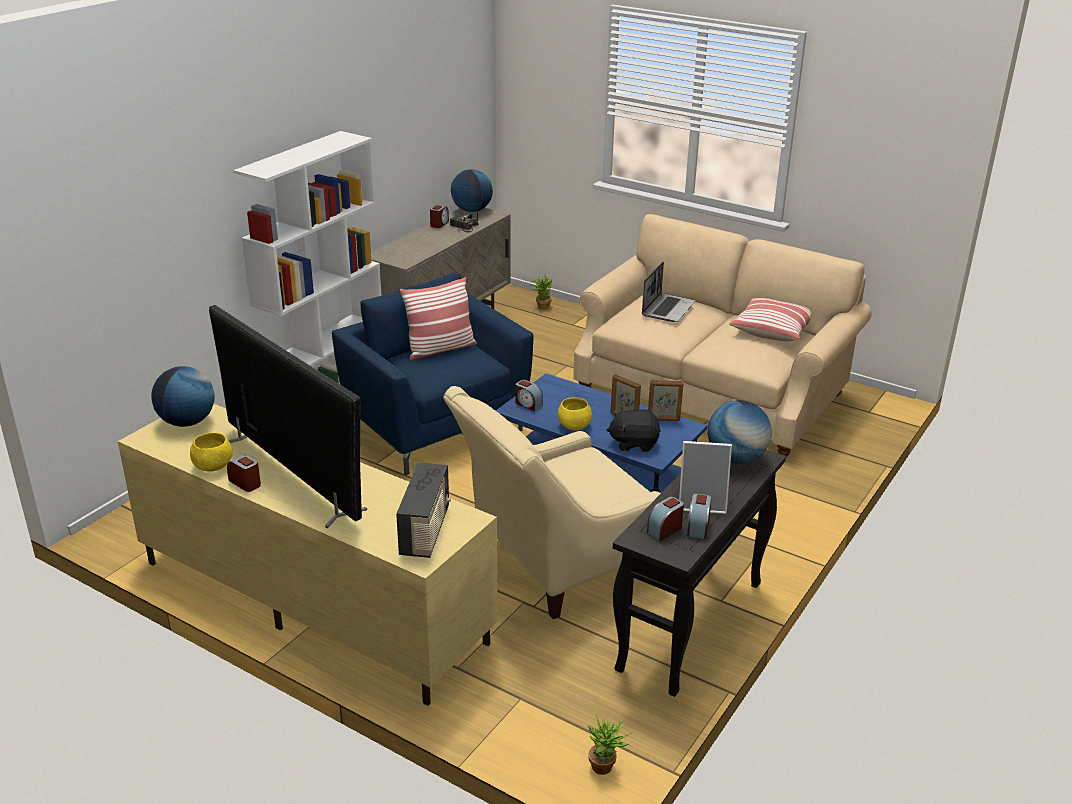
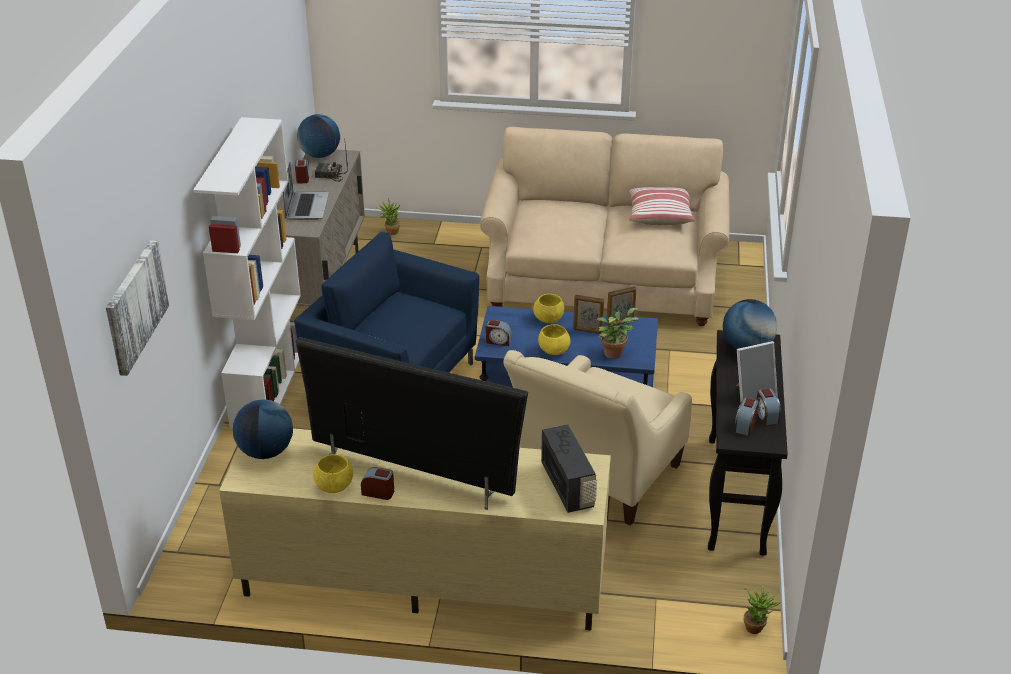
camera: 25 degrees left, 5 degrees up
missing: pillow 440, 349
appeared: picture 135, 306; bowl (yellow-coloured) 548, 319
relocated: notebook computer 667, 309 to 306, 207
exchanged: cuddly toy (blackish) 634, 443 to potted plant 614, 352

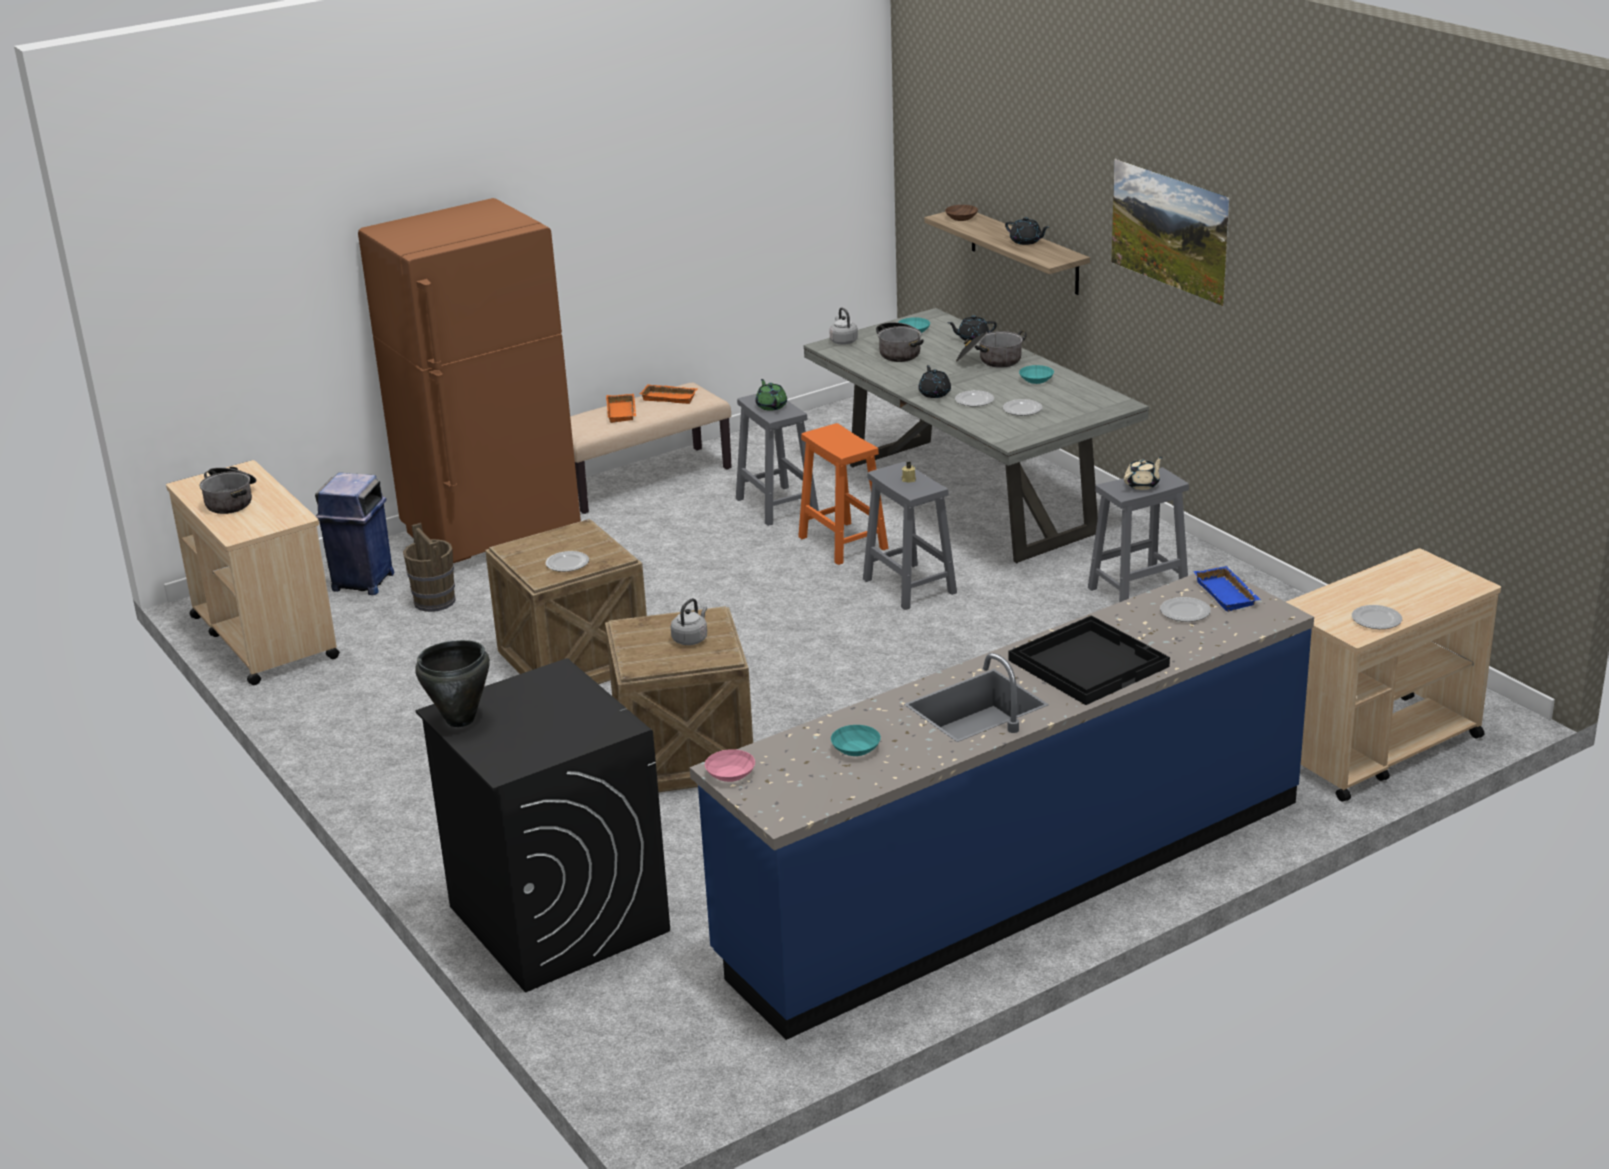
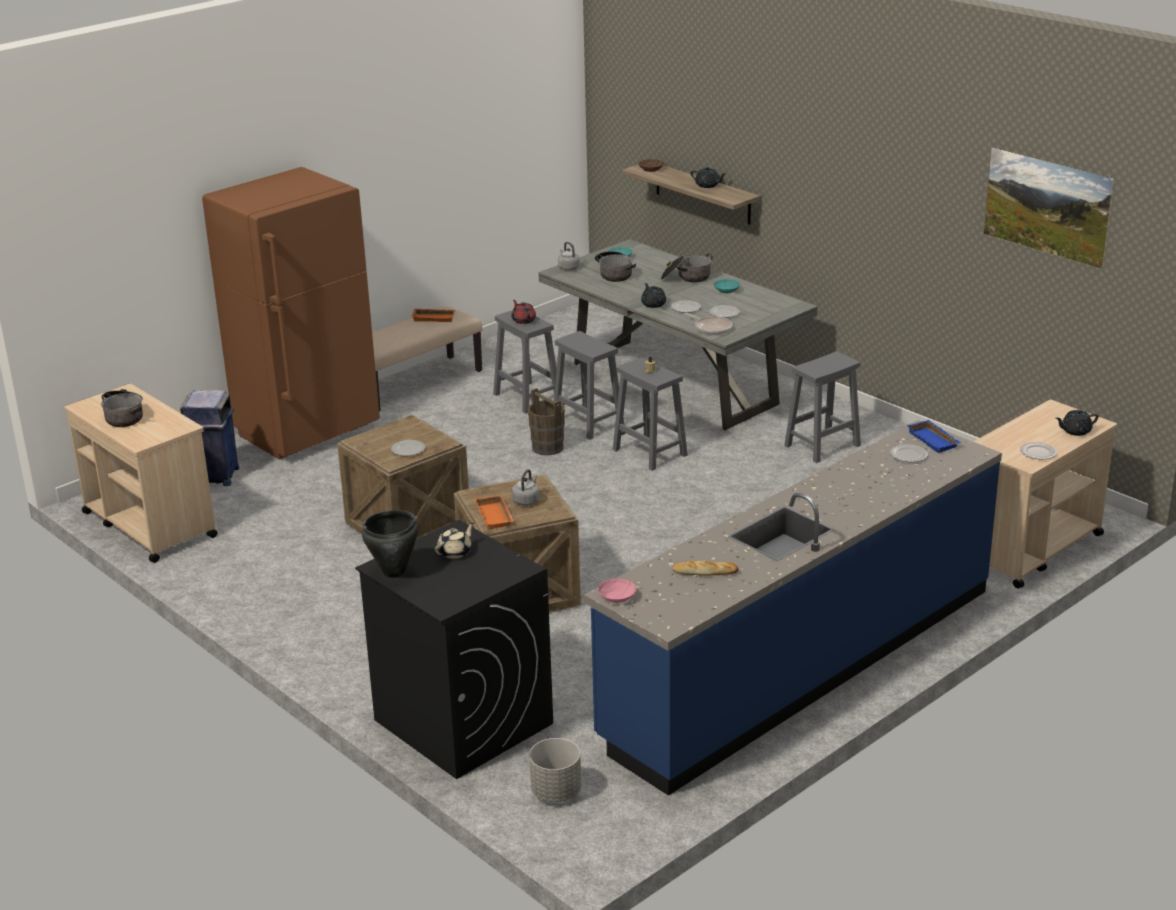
camera: 10 degrees left, 0 degrees up
missing: carrying tray (blackish) 1088, 662
appeared: flower pot (grey) 556, 791; frying pan 711, 328
relocated: water bucket (brown) 434, 601 to 547, 447; carrying tray (orange) 623, 412 to 496, 516; pot for tea (blackish) 972, 338 to 1075, 431; picture 1166, 257 to 1043, 229; pot for tea (beige-coloured) 1142, 485 to 455, 552
exchanged: bowl (turquoise-coloured) 857, 749 to bread 705, 572
colour: pot for tea (green) 771, 406 to pot for tea (red-coloured) 523, 320; sitting stool (orange) 842, 542 to sitting stool (grey) 587, 422

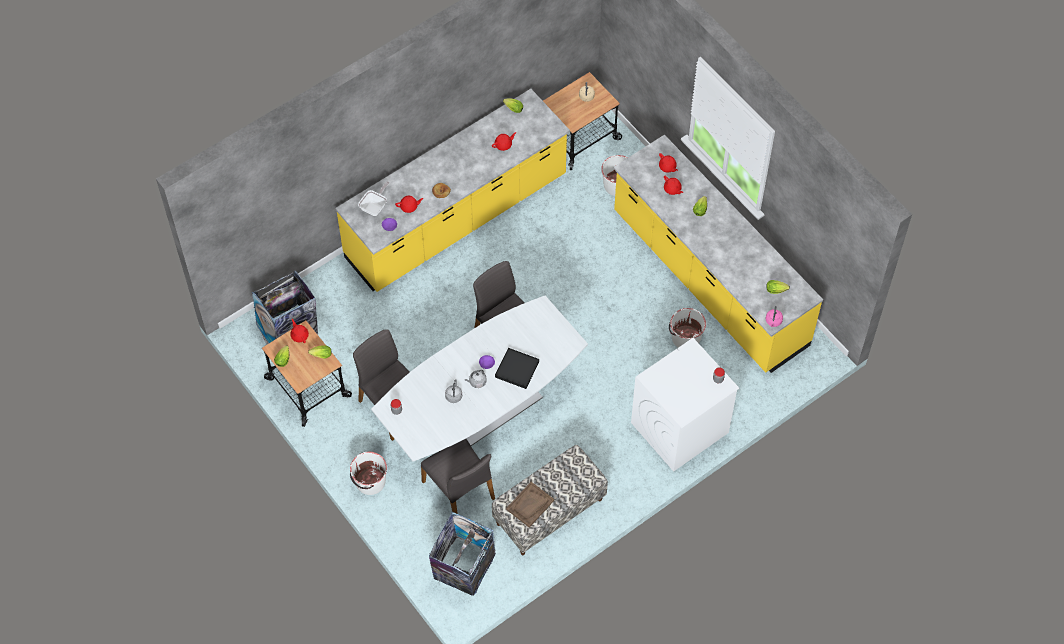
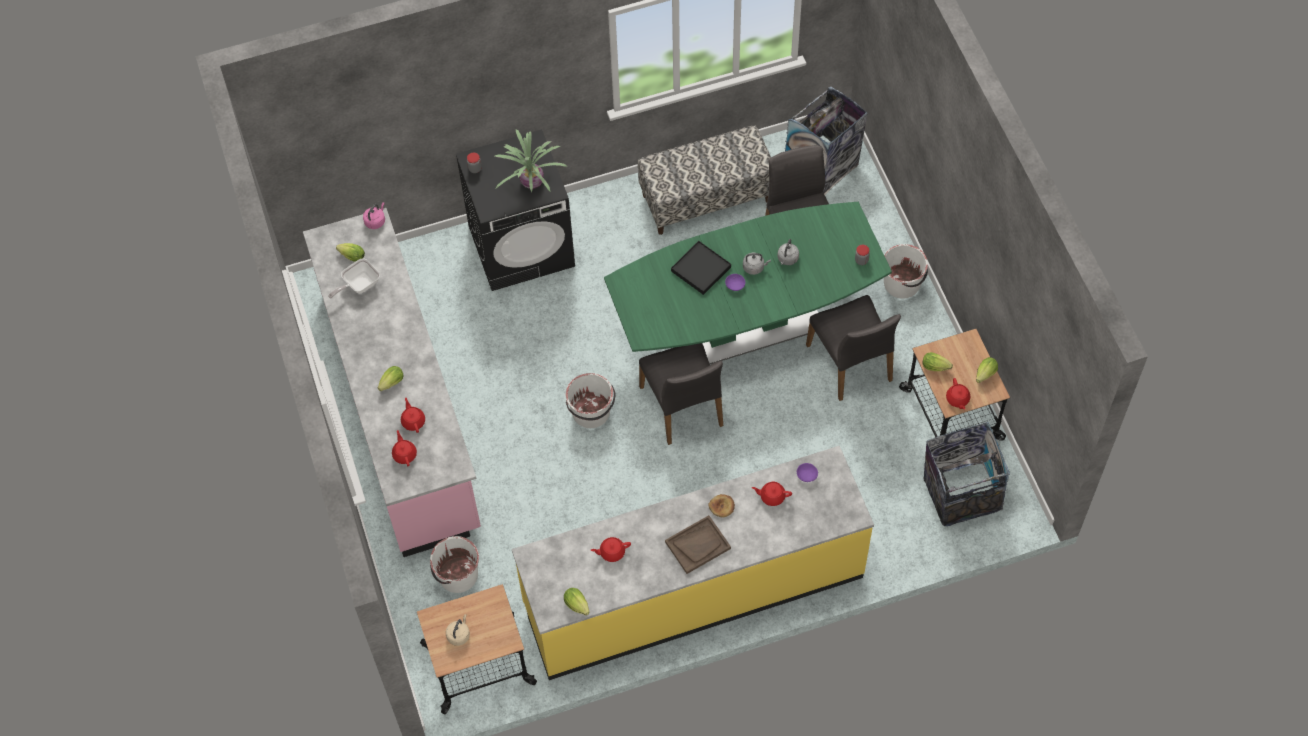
camera: 160 degrees left, 0 degrees up
appeared: potted plant 530, 182
relocated: frying pan 375, 206 to 358, 285; carrying tray (brown) 530, 505 to 698, 545; water bucket (white) 685, 337 to 591, 413
colour: dinner table (white) 482, 412 to dinner table (green) 745, 326; counter (yellow-coloured) 709, 280 to counter (pinkish) 402, 409; laundry machine (white) 679, 428 to laundry machine (blackish) 522, 246

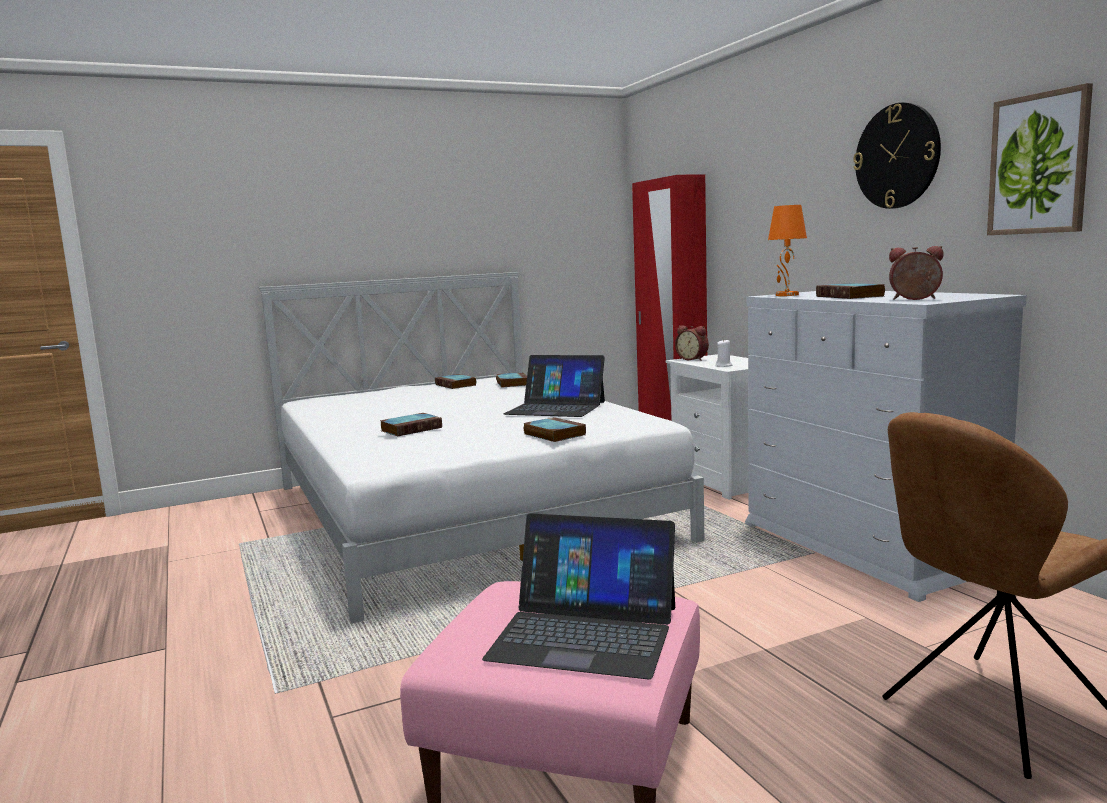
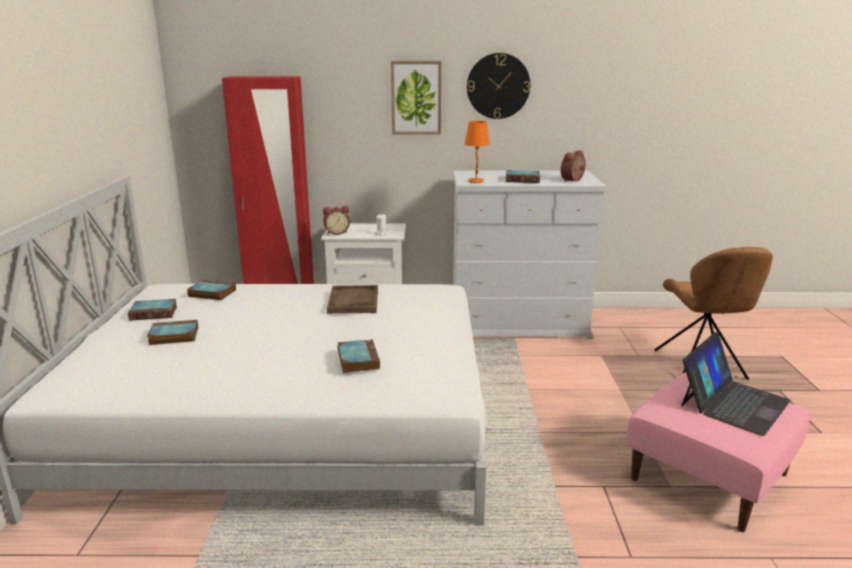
camera: 65 degrees left, 10 degrees up
relocated: book 553, 434 to 172, 336; picture 1039, 164 to 416, 98
exchanged: notebook computer 556, 408 to carrying tray (brown) 353, 301

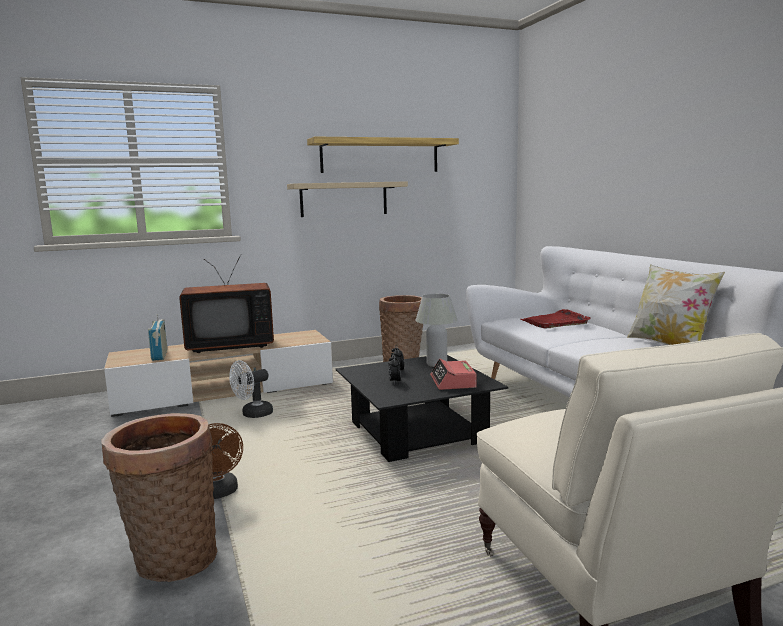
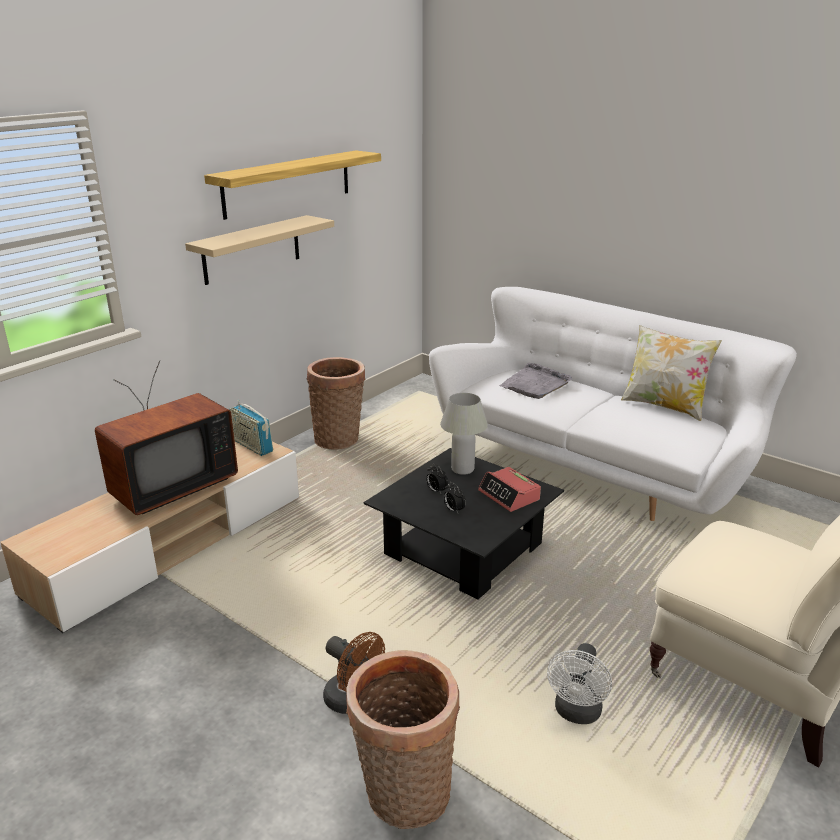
camera: 30 degrees left, 15 degrees up
relocated: radio receiver 159, 355 to 252, 446; fan (white) 253, 414 to 576, 713
colour: carrying tray (red-coloured) 555, 322 to carrying tray (grey) 535, 384

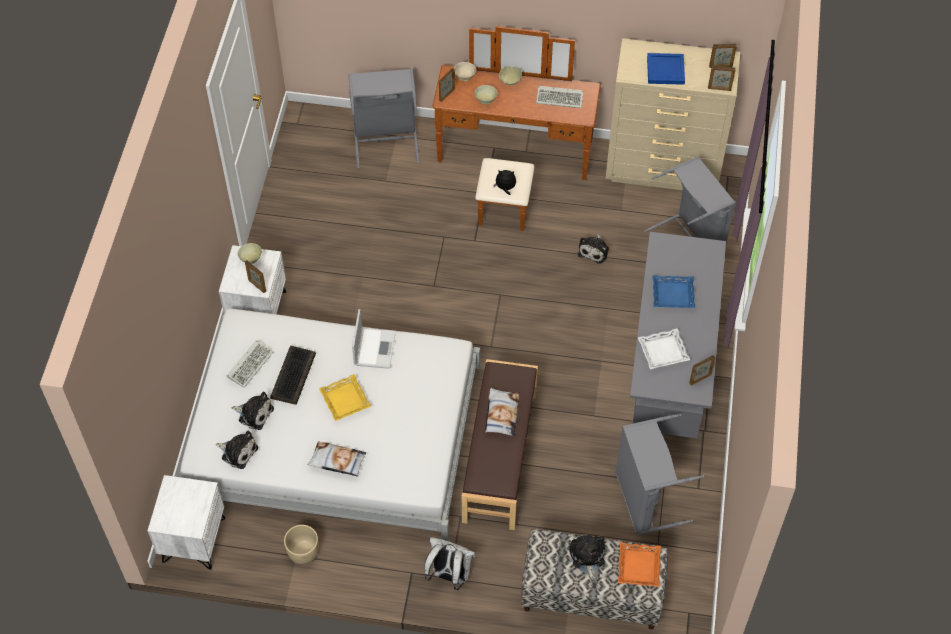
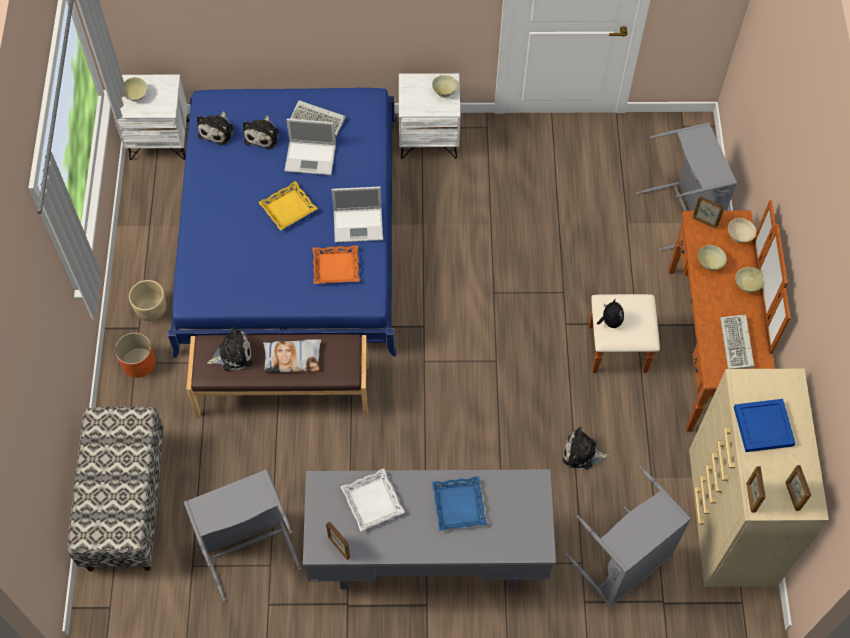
camera: 80 degrees right, 5 degrees up
missing: standing frame 257, 285; pillow 337, 461
appeared: bowl (beige-coloured) 136, 96
relocated: flower pot (beige-coloured) 303, 552 to 151, 309; cuddly toy 587, 557 to 233, 354; carrying tray (orange) 638, 566 to 336, 267
exchanged: computer keyboard 292, 375 to notebook computer 311, 158; knapsack (white) 449, 575 to flower pot (orange) 138, 362
colour: bed (white) 334, 434 to bed (blue) 290, 232

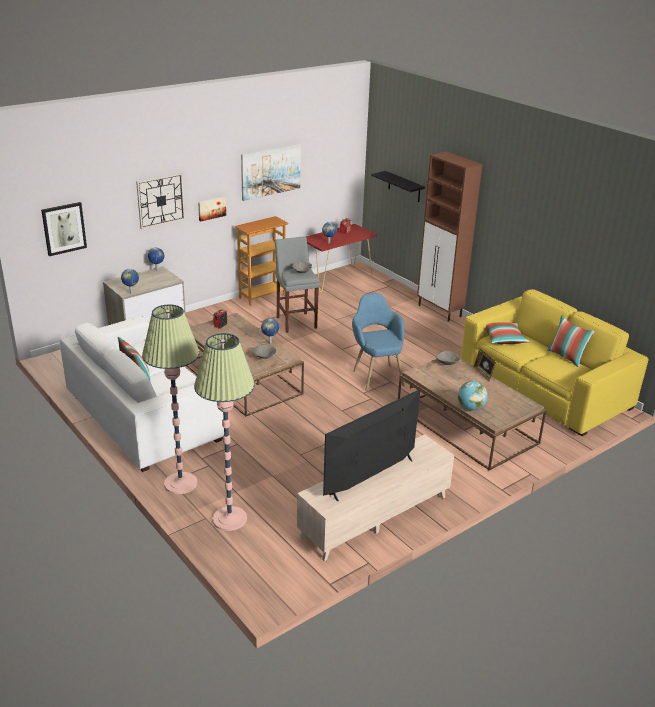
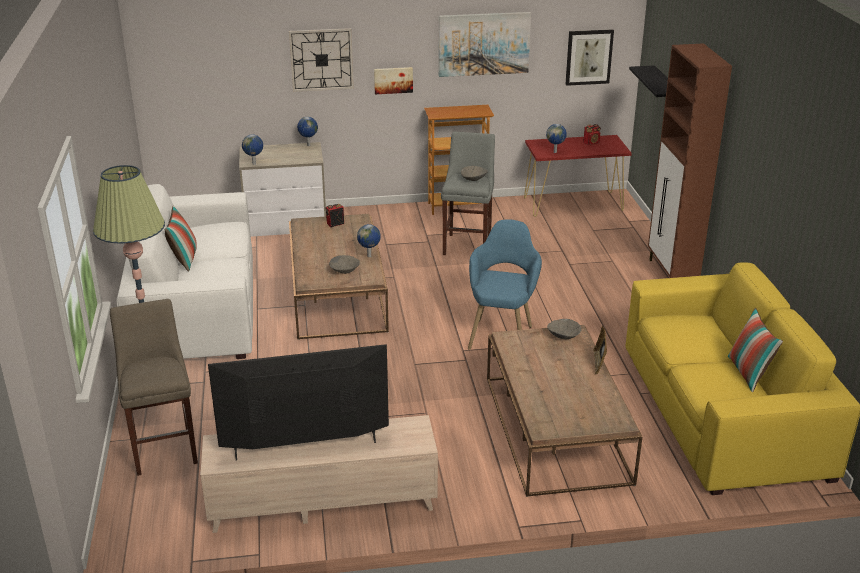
camera: 30 degrees right, 0 degrees up
missing: globe 470, 408; pillow 503, 339
relocated: picture 64, 228 to 589, 57
exchanged: standing lamp 229, 519 to sitting stool (beige-coloured) 164, 447

